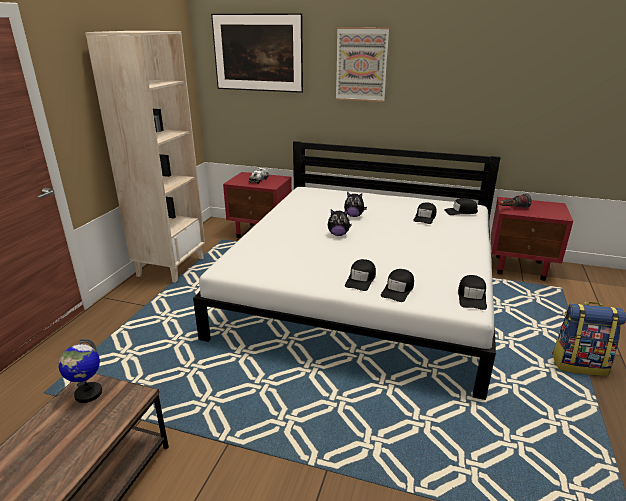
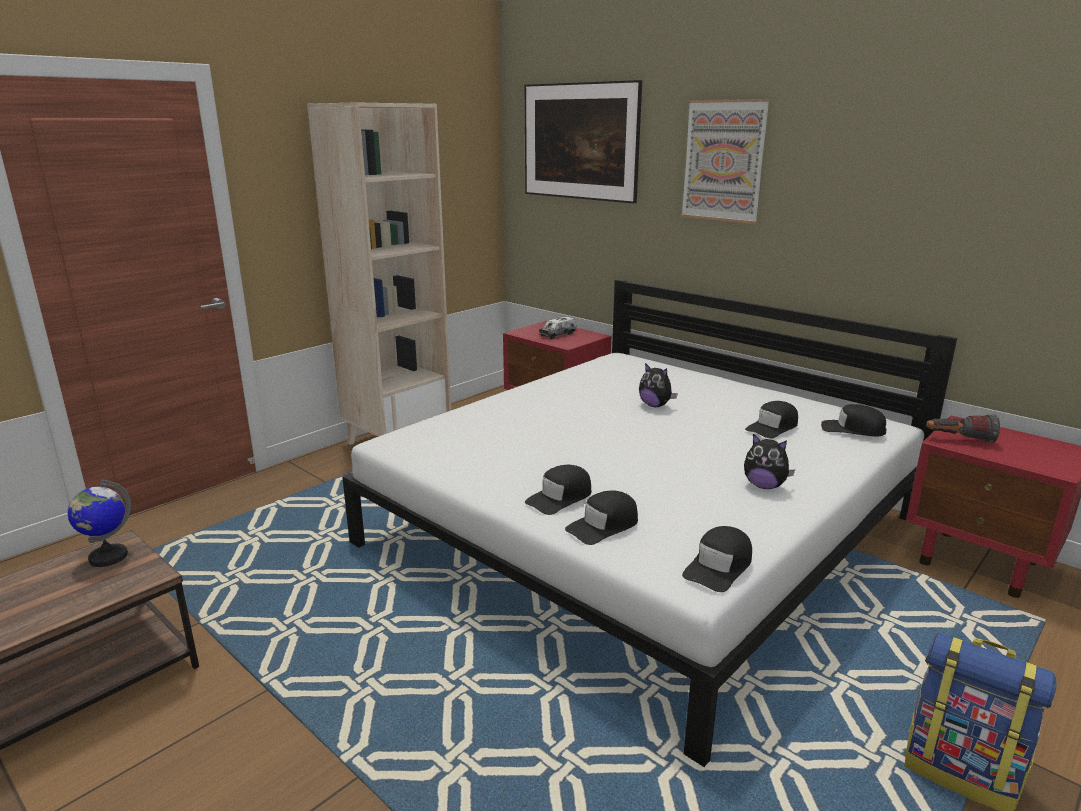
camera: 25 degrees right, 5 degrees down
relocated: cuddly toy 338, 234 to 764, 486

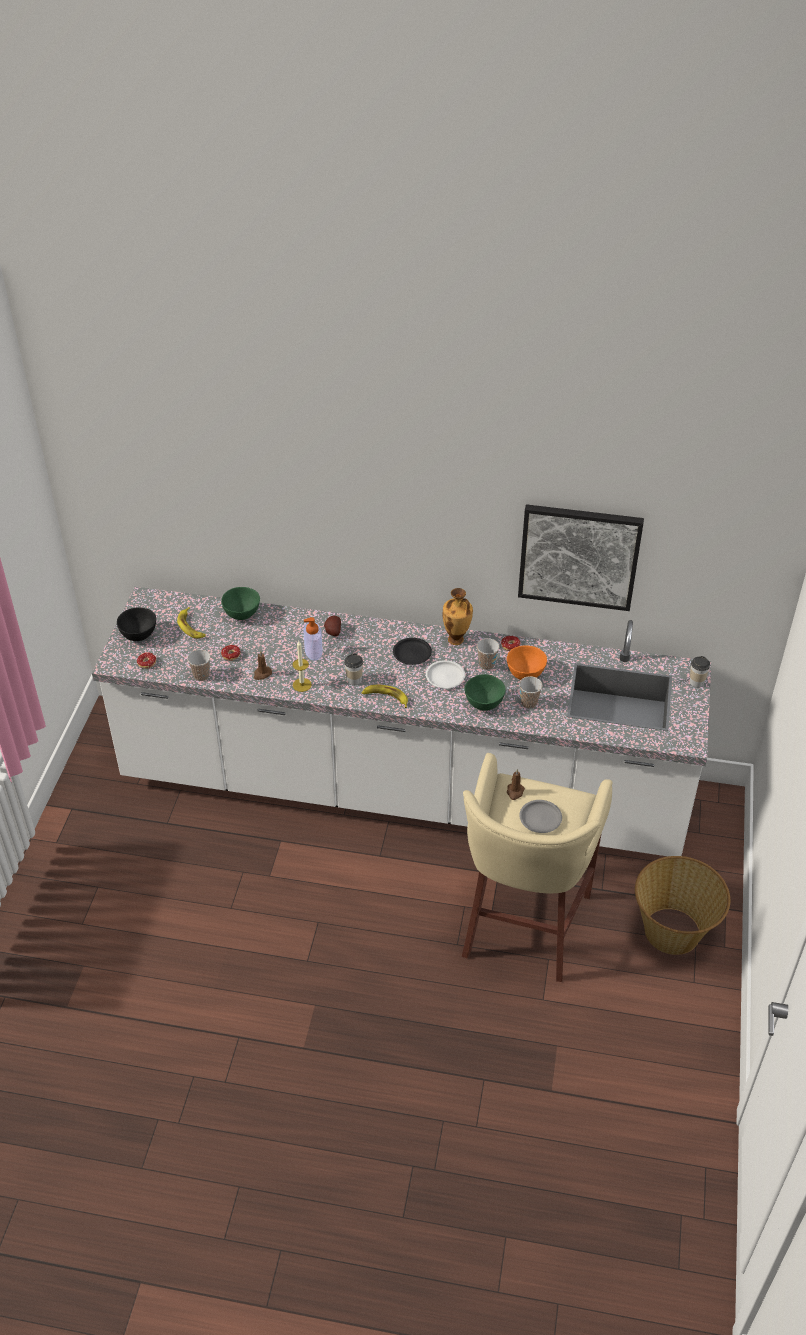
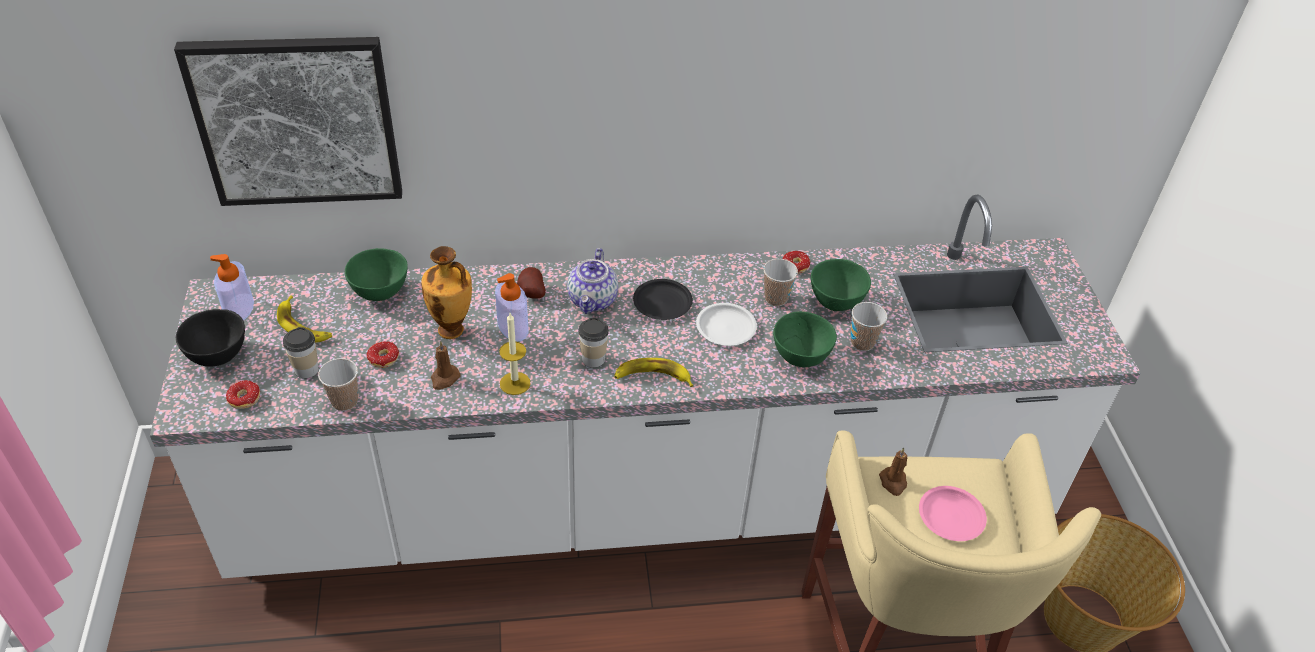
camera: 20 degrees left, 0 degrees up
appeared: soap bottle 239, 308; pot for tea 593, 300
relocated: flower vase 456, 640 to 452, 331; picture 579, 556 to 297, 121; cup 696, 682 to 306, 370
colour: bowl (orange) 526, 674 to bowl (green) 836, 301; dinner plate (grey) 540, 819 to dinner plate (pinkish) 951, 517

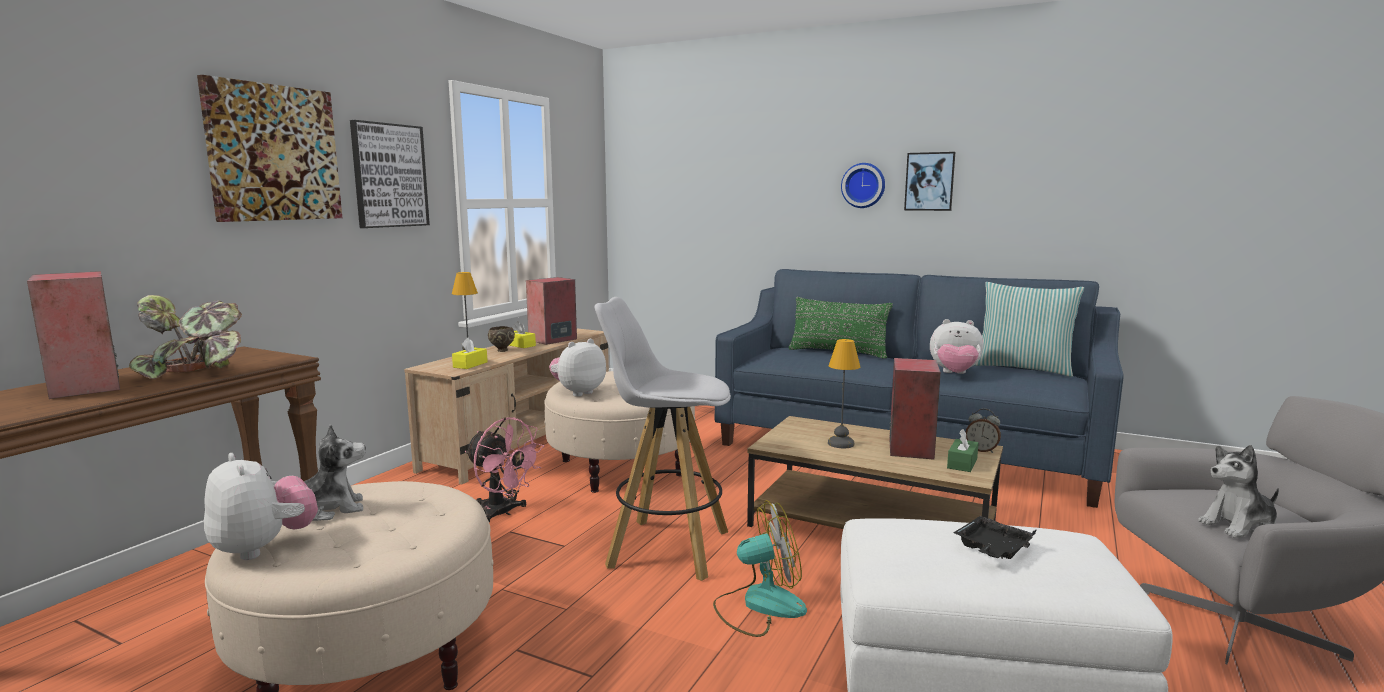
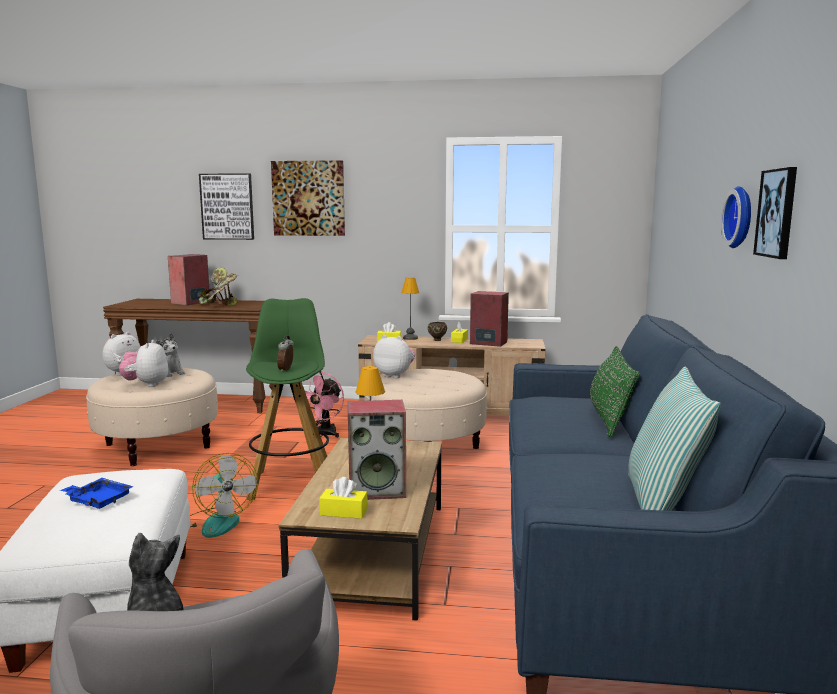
camera: 70 degrees right, 0 degrees up
relocated: picture 389, 175 to 227, 206; cuddly toy 954, 374 to 147, 385; table clock 981, 450 to 286, 370
colour: sitting stool (white) 666, 549 to sitting stool (green) 291, 483; box of tissues (green) 962, 463 to box of tissues (yellow-coloured) 344, 512; carrying tray (blackish) 992, 549 to carrying tray (blue) 98, 500

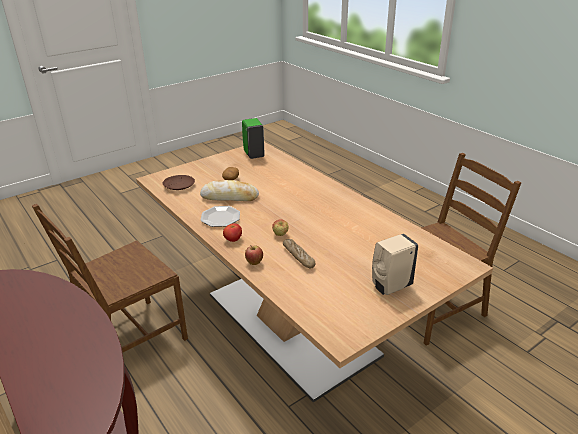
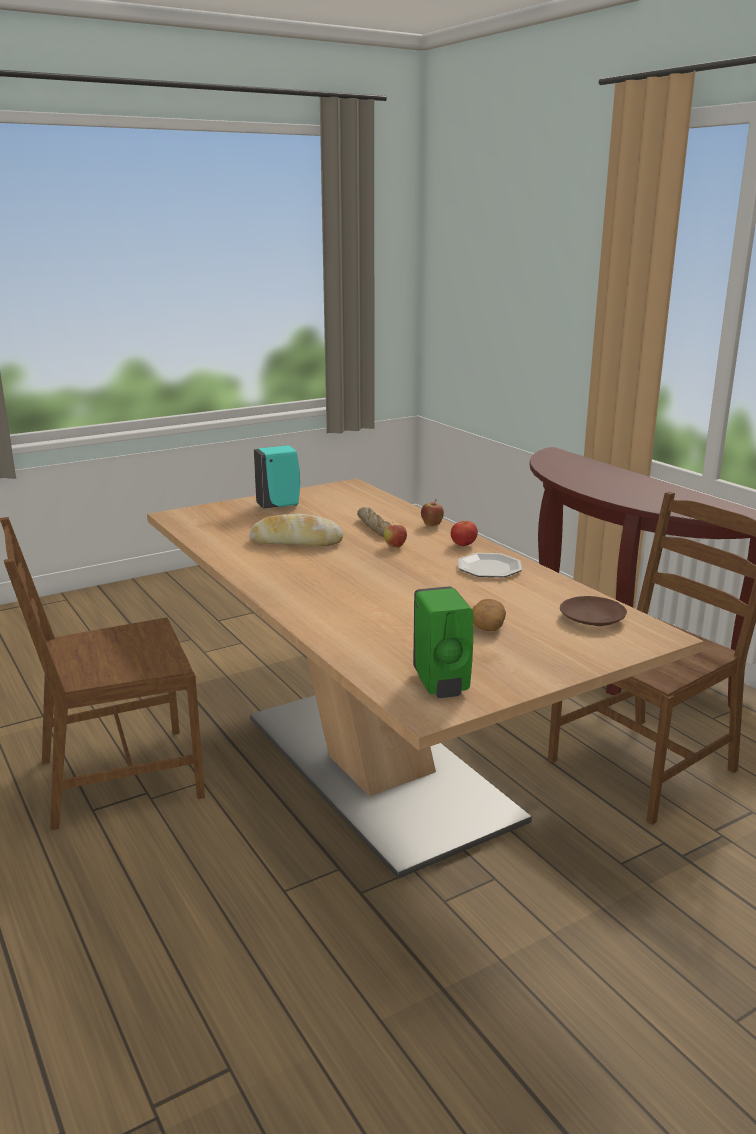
camera: 175 degrees left, 10 degrees down
relocated: bread 230, 197 to 296, 542
colour: soap bottle (beige-coloured) 390, 287 to soap bottle (turquoise-coloured) 280, 506

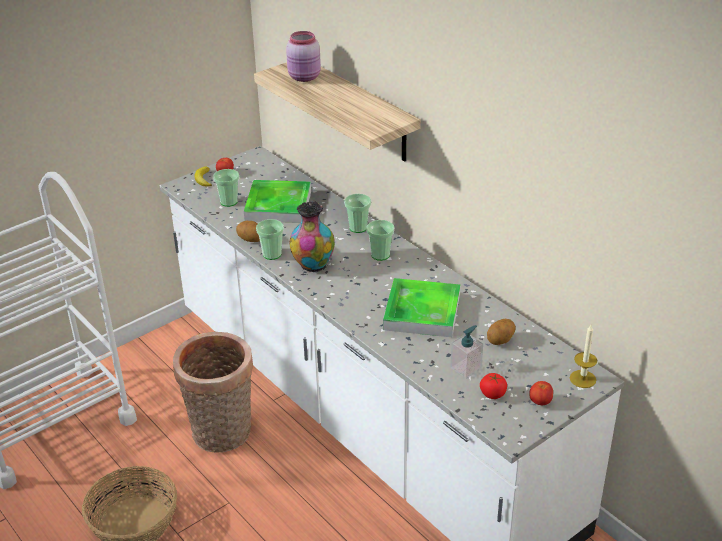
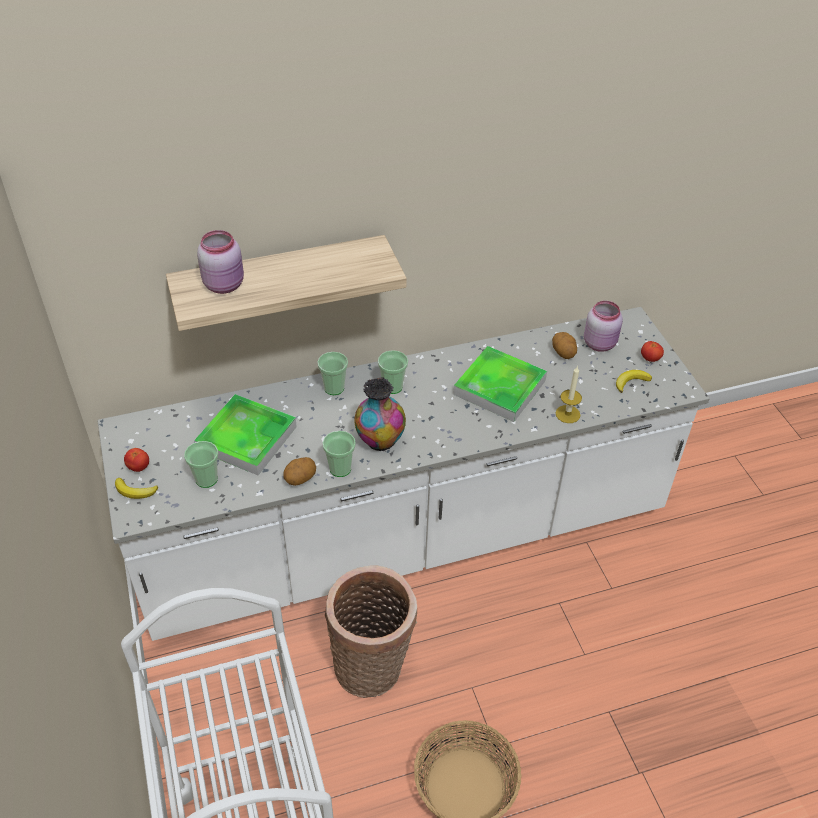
camera: 70 degrees left, 10 degrees up
missing: soap bottle 466, 368
appeared: storage jar (pinkish) 600, 343
relocated: candle 582, 379 to 567, 414
exchanged: fresh tomato 492, 394 to banana 631, 382

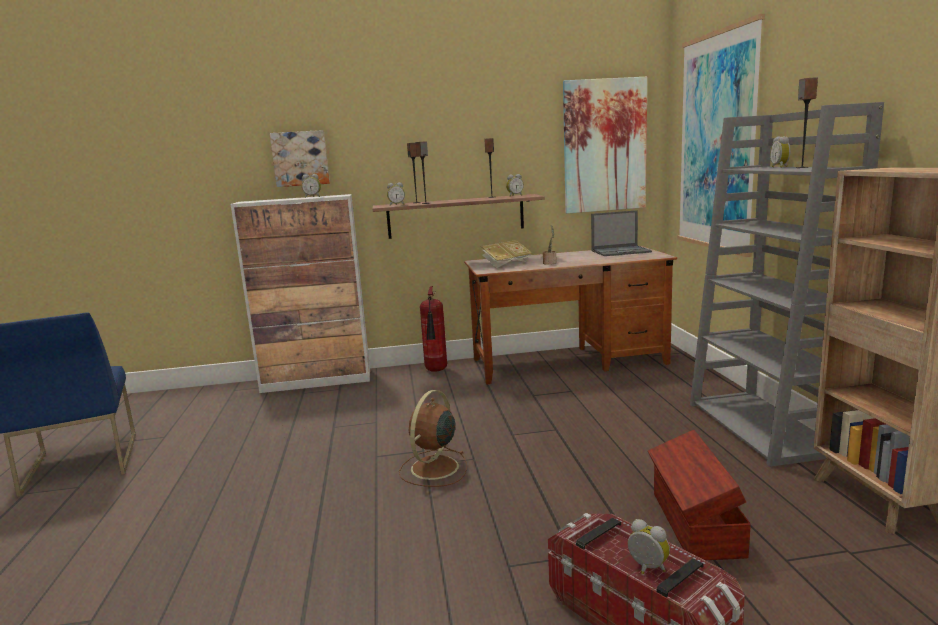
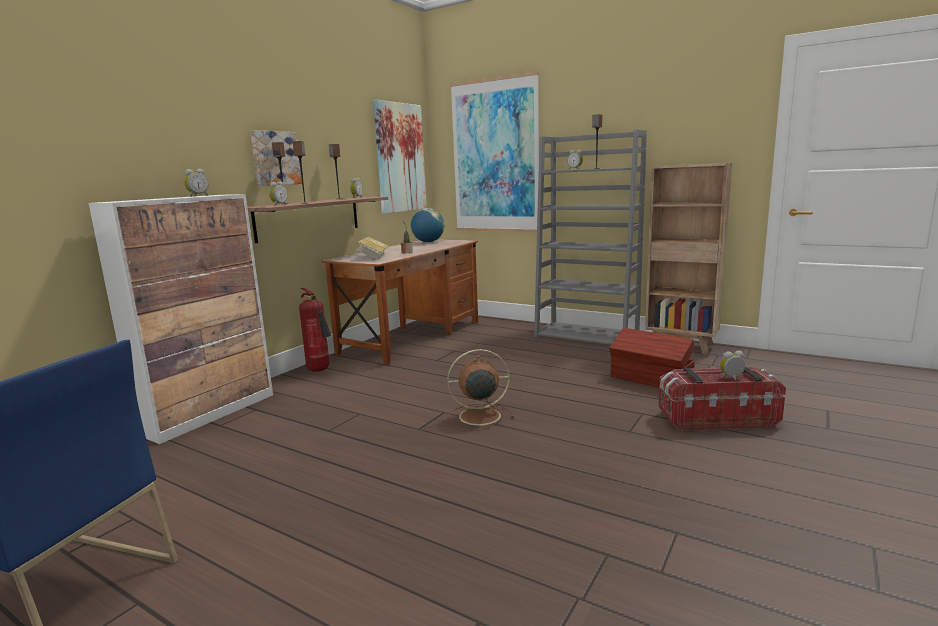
camera: 50 degrees left, 0 degrees up
relocated: picture 300, 158 to 275, 158
exchanged: notebook computer 621, 251 to globe 428, 242
spun: fan (brown) 433, 469 = 478, 416 105 degrees clockwise

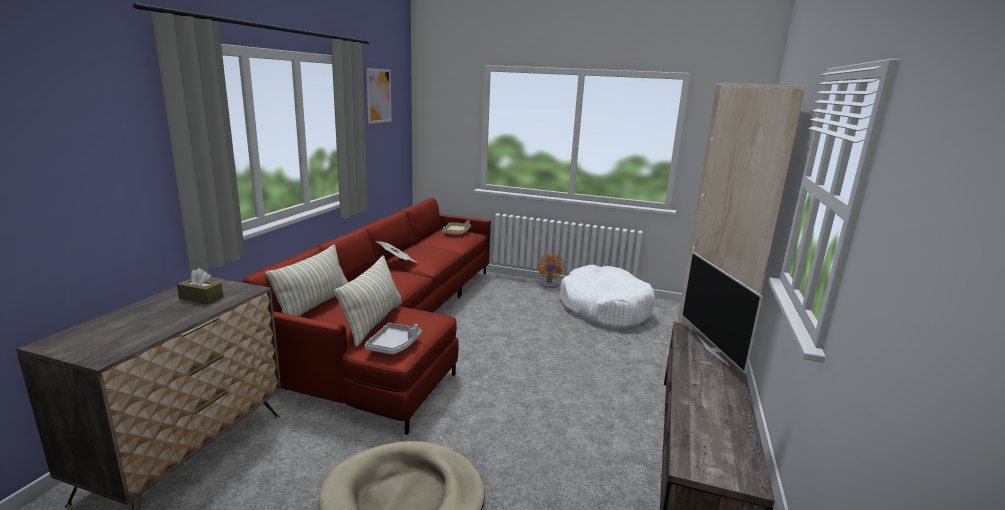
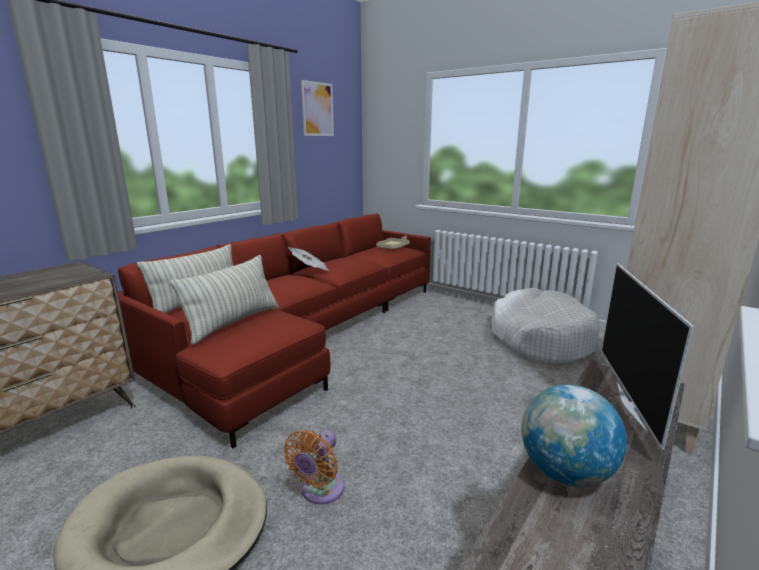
camera: 20 degrees right, 0 degrees up
missing: box of tissues (brown) 201, 298; carrying tray (grey) 394, 345
appeared: globe 565, 473
relocated: fan (orange) 549, 285 to 320, 491

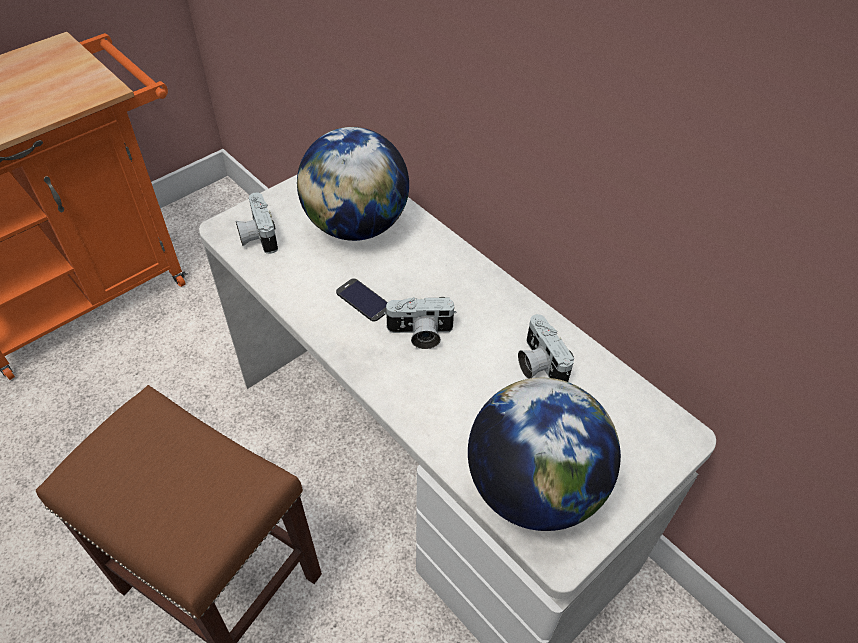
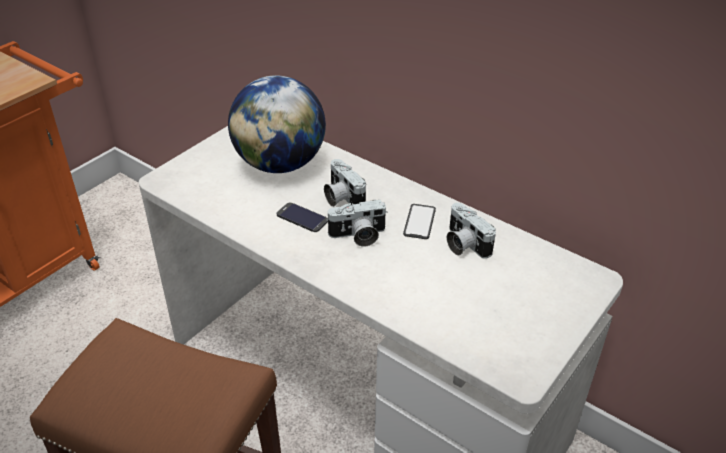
camera: 10 degrees left, 10 degrees down
missing: globe 533, 488
appeared: telephone 419, 222
relocated: photo camera 257, 236 to 341, 197

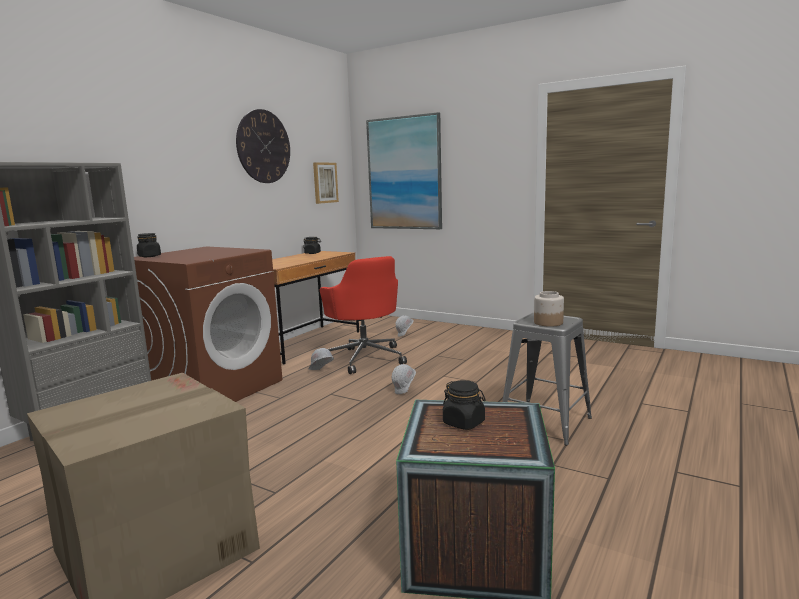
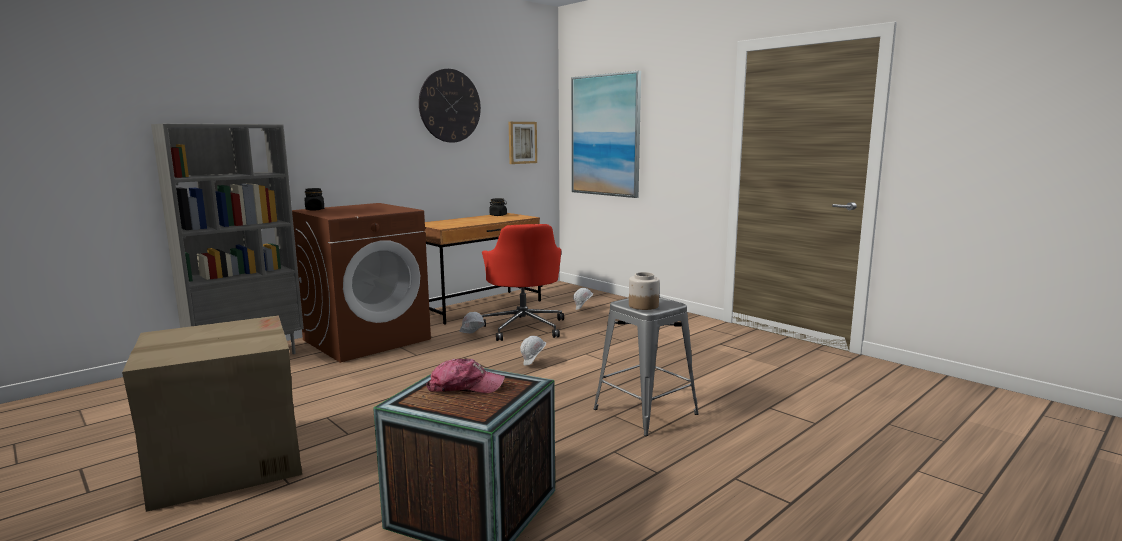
camera: 15 degrees right, 0 degrees up
exchanged: storage jar (blackish) 464, 423 to peaked cap 465, 387

